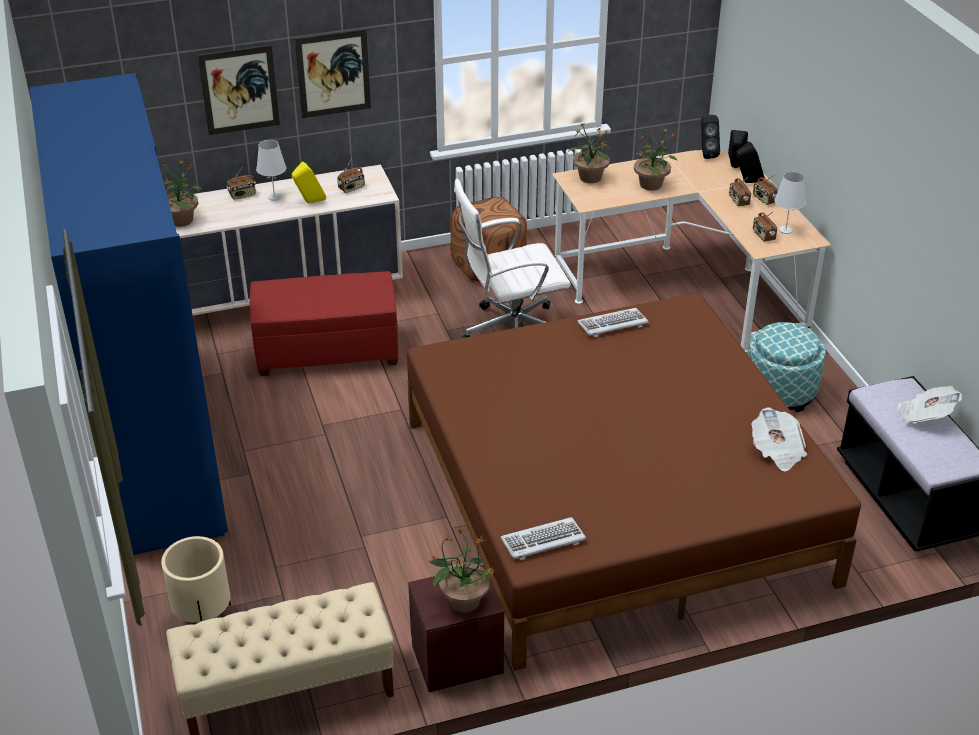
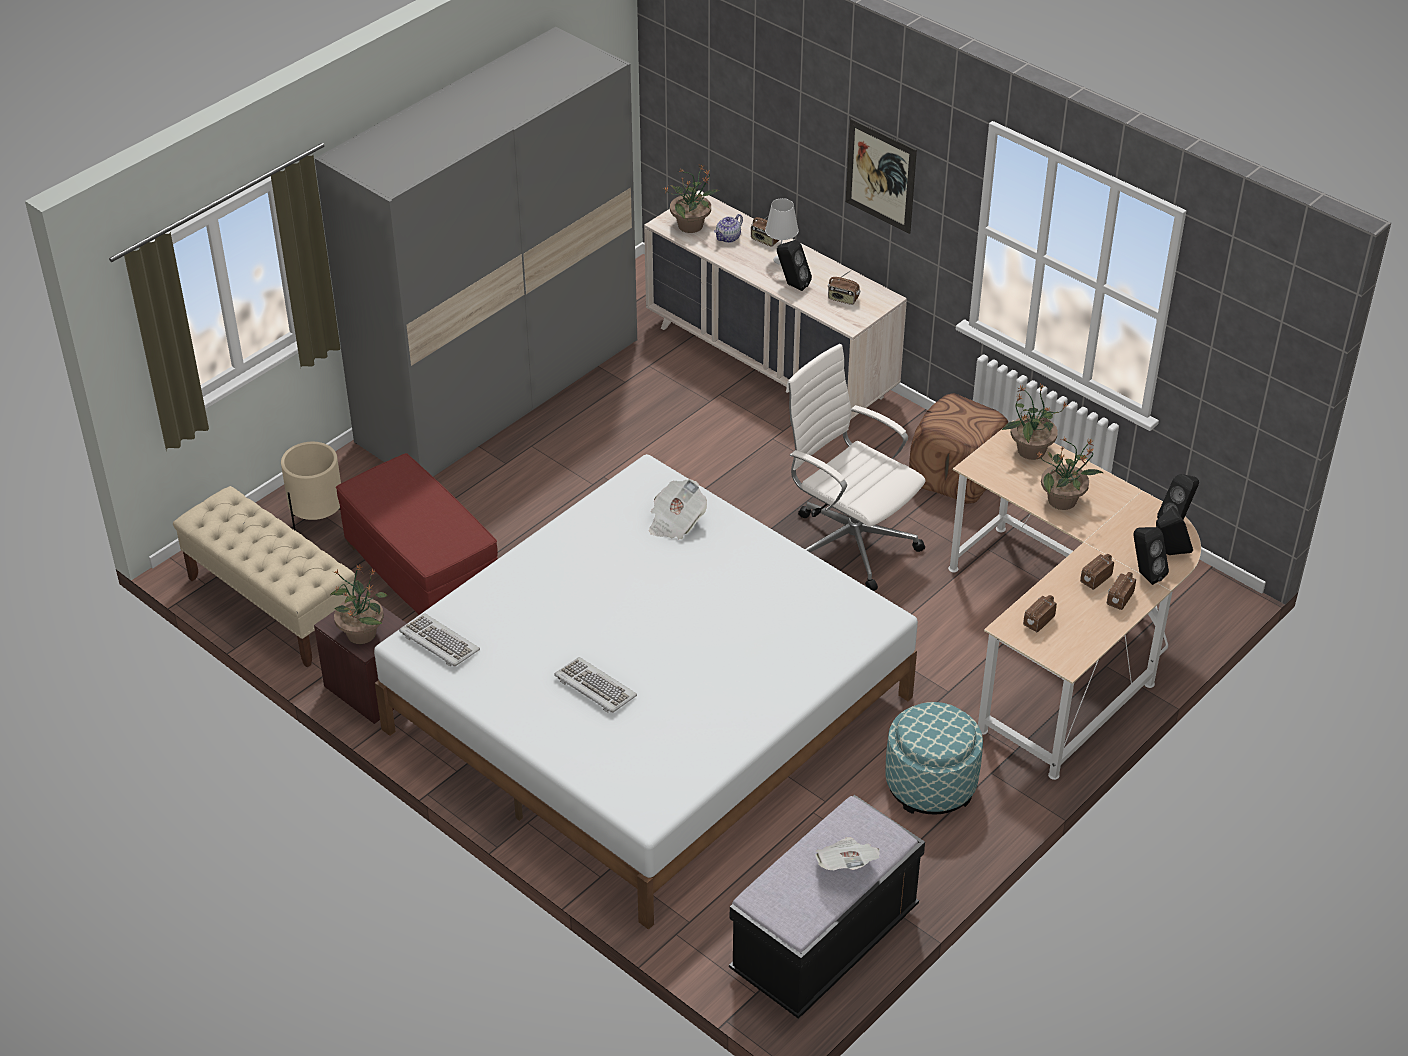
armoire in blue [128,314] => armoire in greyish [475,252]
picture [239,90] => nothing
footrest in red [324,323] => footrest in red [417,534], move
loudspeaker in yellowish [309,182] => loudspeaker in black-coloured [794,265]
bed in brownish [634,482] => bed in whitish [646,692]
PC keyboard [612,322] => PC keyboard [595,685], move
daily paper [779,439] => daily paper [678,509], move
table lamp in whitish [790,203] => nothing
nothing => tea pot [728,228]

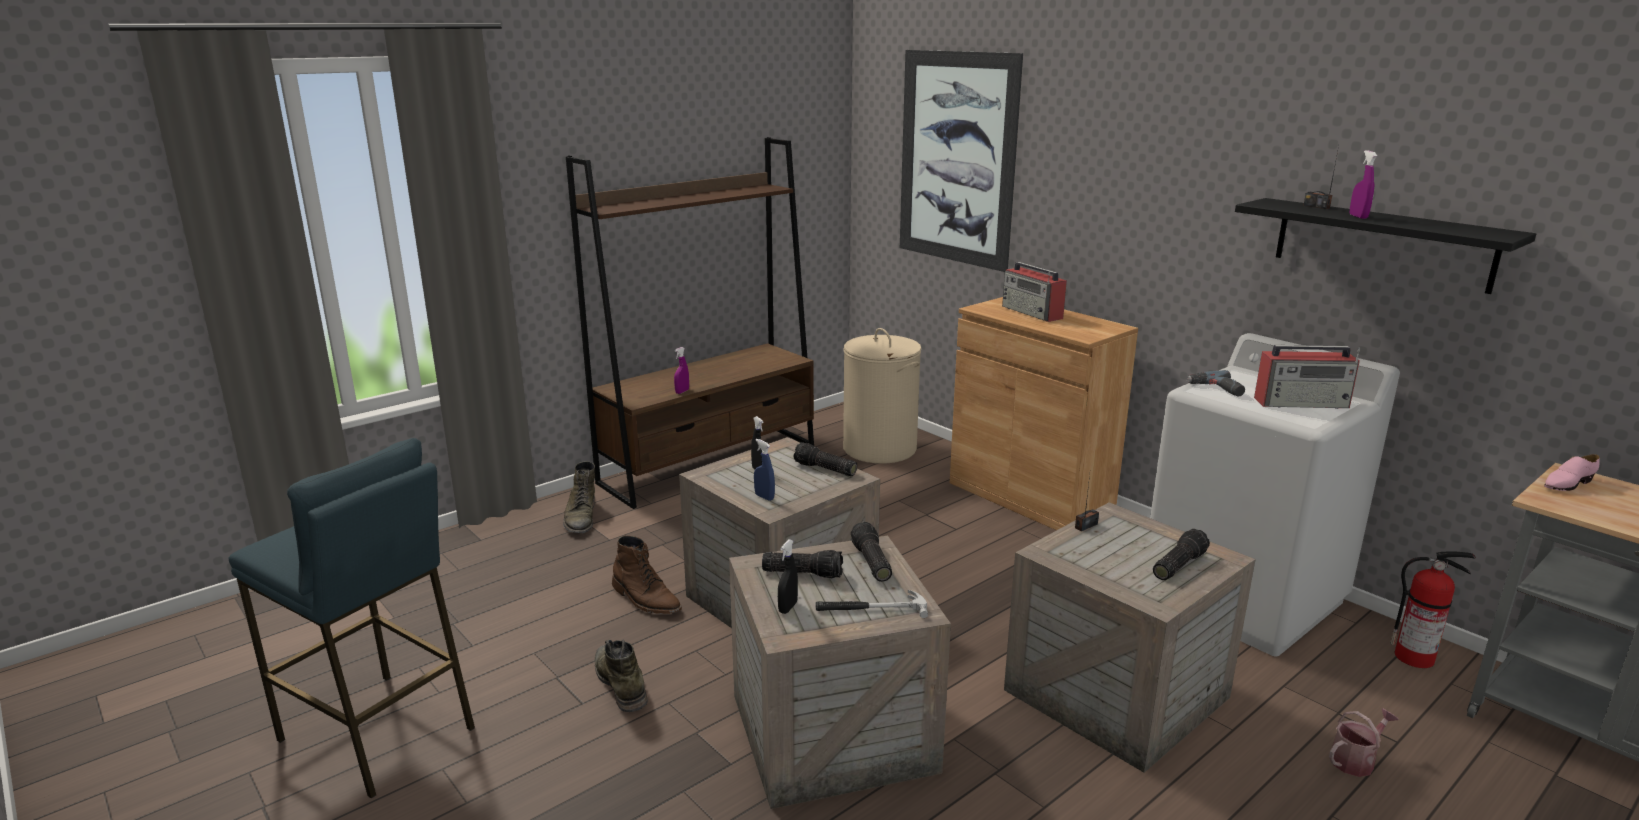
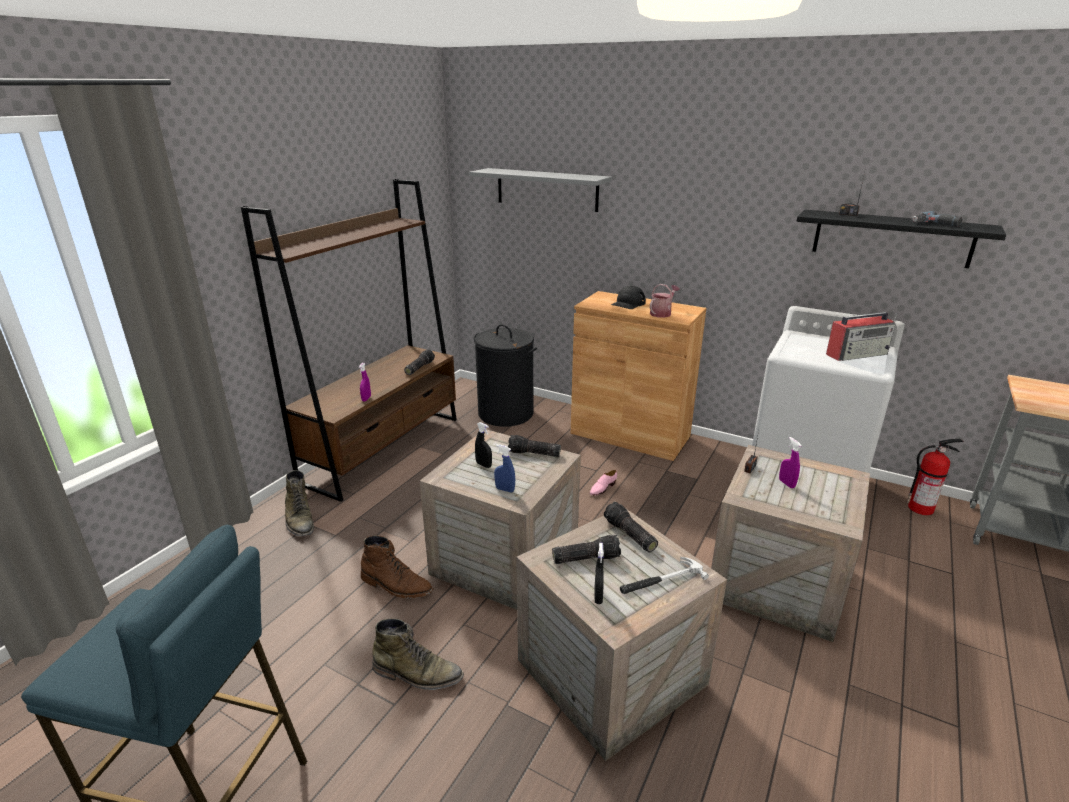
boot in greenish [621,675] => boot in greenish [418,654], 150 degrees clockwise
washing basket in beige-coloured [882,396] => washing basket in black-coloured [505,375]
picture [961,161] => shelf in greyish [540,190]
radio [1034,292] => baseball cap in black-coloured [628,297]
hand torch [1181,554] => hand torch [419,362], move
power drill [1216,383] => power drill [937,218], move
sprinkling can [1364,742] => sprinkling can [665,301], move
spray bottle in purple [1363,184] => spray bottle in purple [790,462], move
item of footwear in pink-coloured [1572,472] => item of footwear in pink-coloured [603,482], move

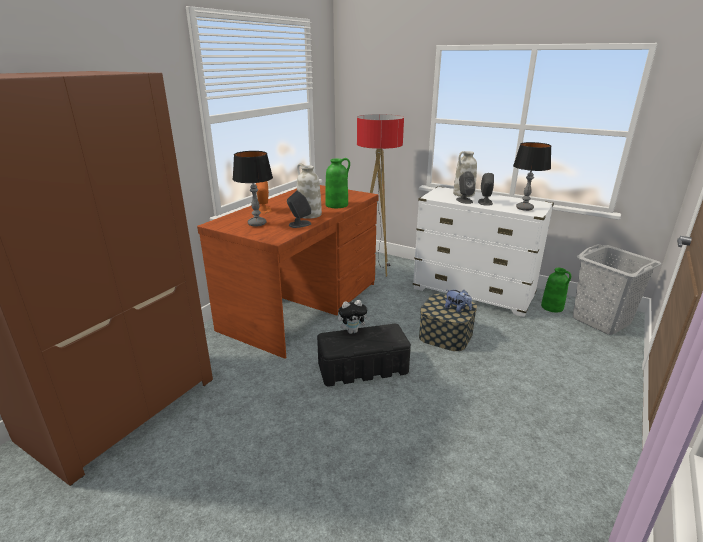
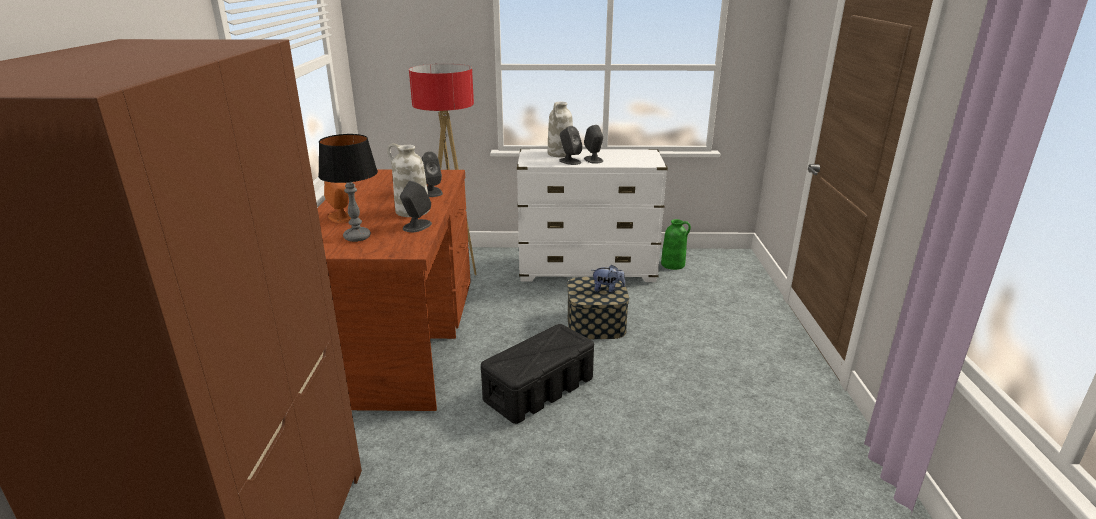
decorative vase in greenish [337,183] => loudspeaker in greyish [432,174]
cuddly toy [354,317] => nothing
table lamp [532,176] => nothing
washing basket in greyish [617,289] => nothing

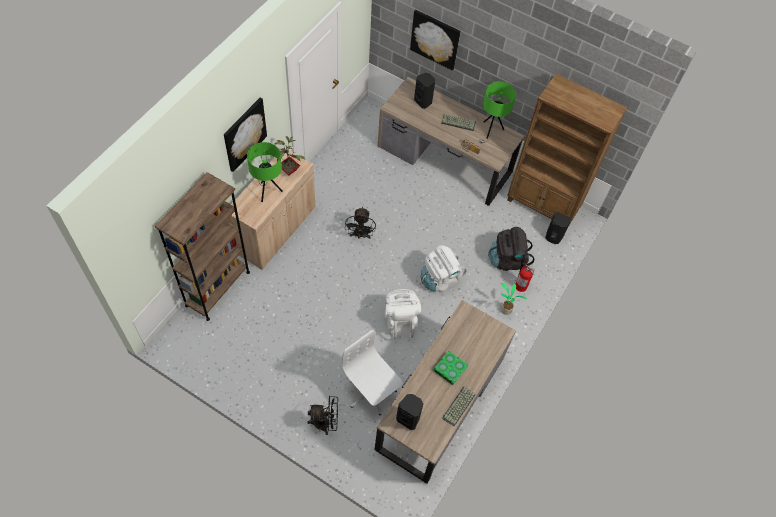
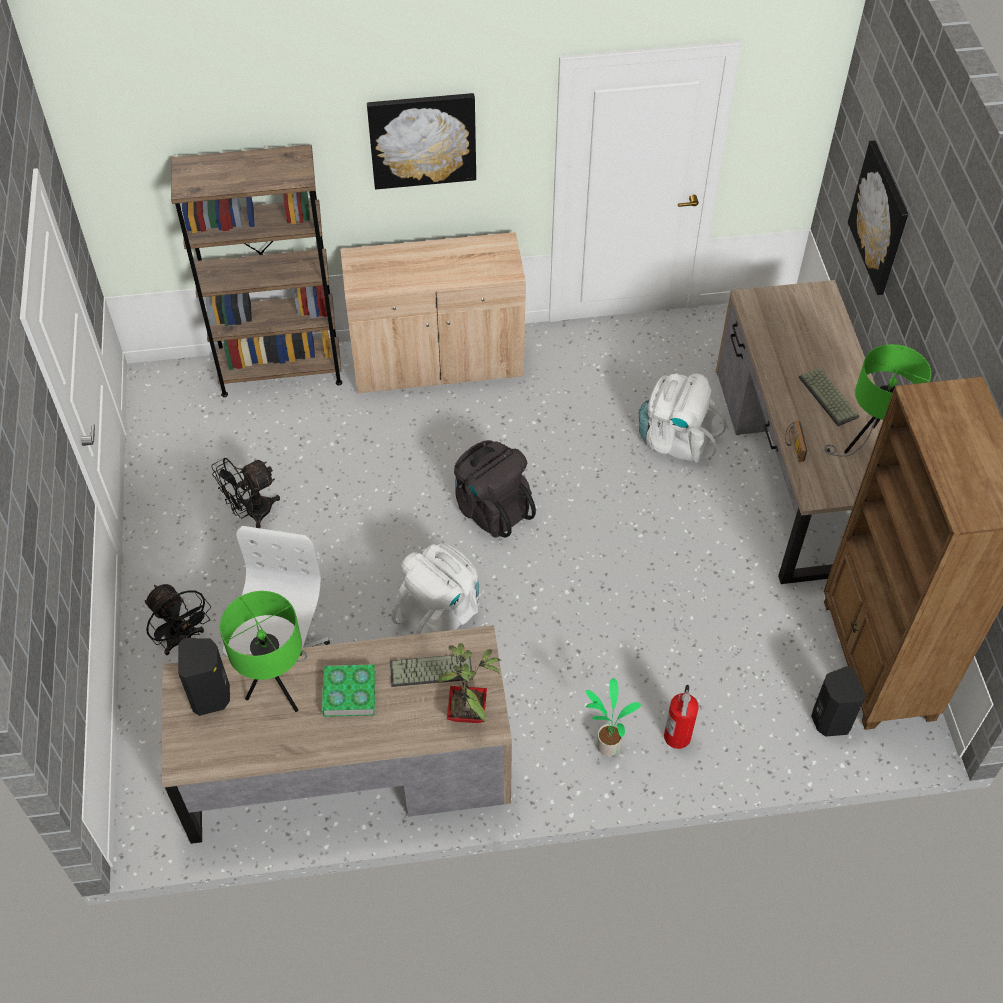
table lamp in greenish [265,172] => table lamp in greenish [263,651], move
houseplant [290,155] => houseplant [469,683], move
fan in black-coloured [360,223] => fan in black-coloured [245,493], move
loudspeaker in black-coloured [424,91] => nothing
rucksack in whitish [444,268] => rucksack in whitish [682,418], move
PC keyboard [459,406] => PC keyboard [431,671], move
rucksack in black-coloured [511,249] => rucksack in black-coloured [495,489], move

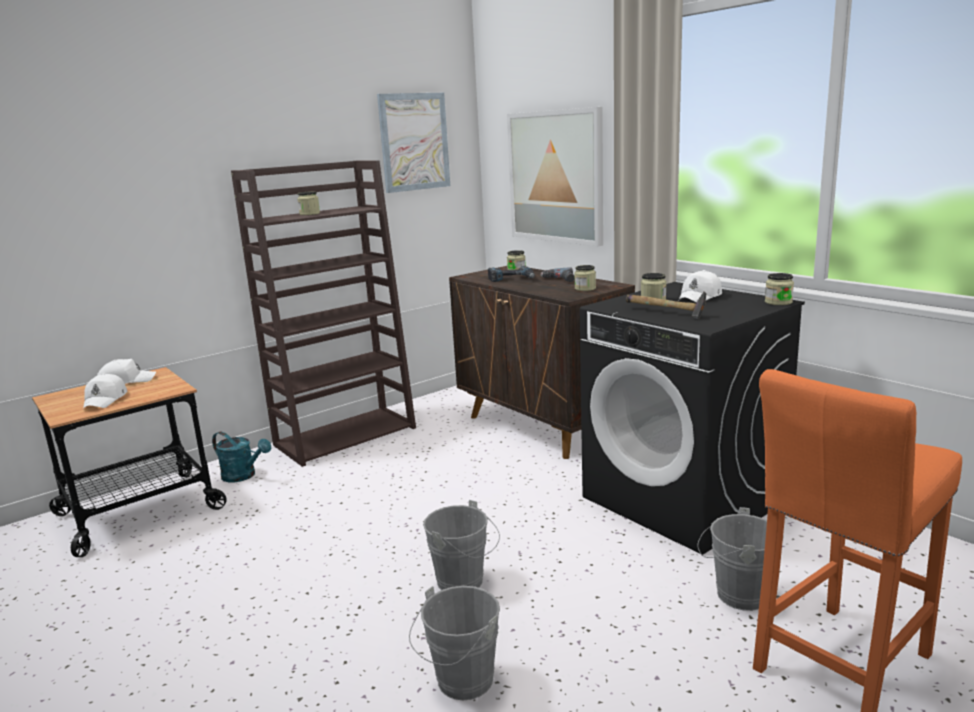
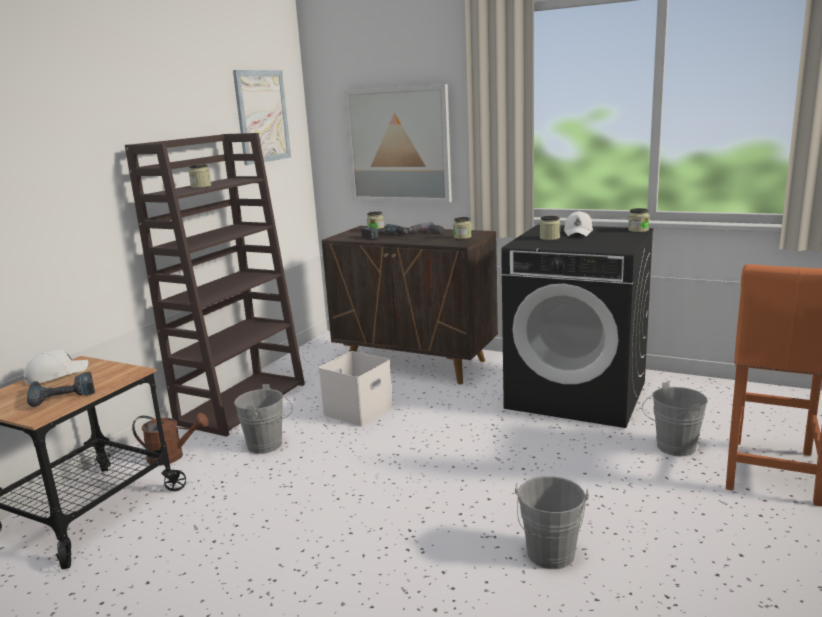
baseball cap in whitish [105,391] => power drill [61,389]
sprinkling can in blue-green [241,457] => sprinkling can in brownish [170,439]
bucket in greyish [461,545] => bucket in greyish [263,419], move
hand hammer [666,305] => nothing
nothing => storage bin in whitish [356,389]

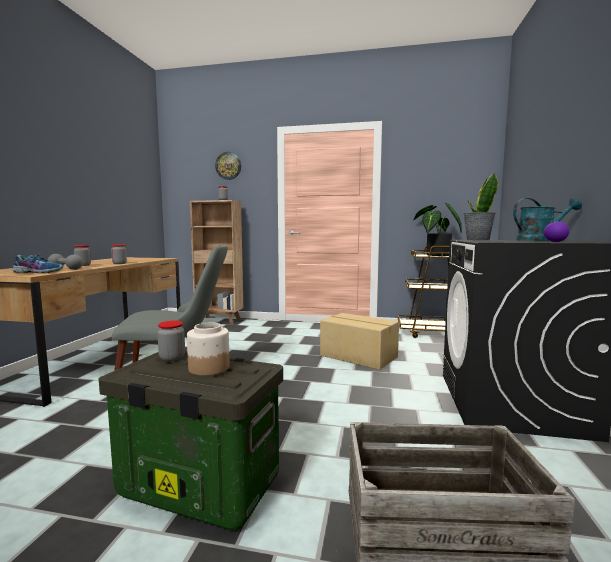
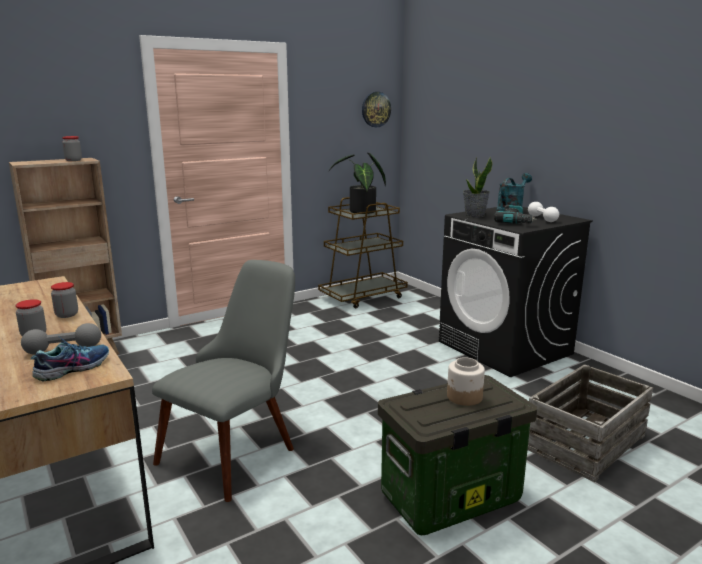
storage jar [171,341] => nothing
clock on the wall [228,166] => clock on the wall [376,109], move
packing box [359,341] => nothing
free weight in purple [556,232] => free weight in whitish [543,212]
nothing => power drill [515,214]

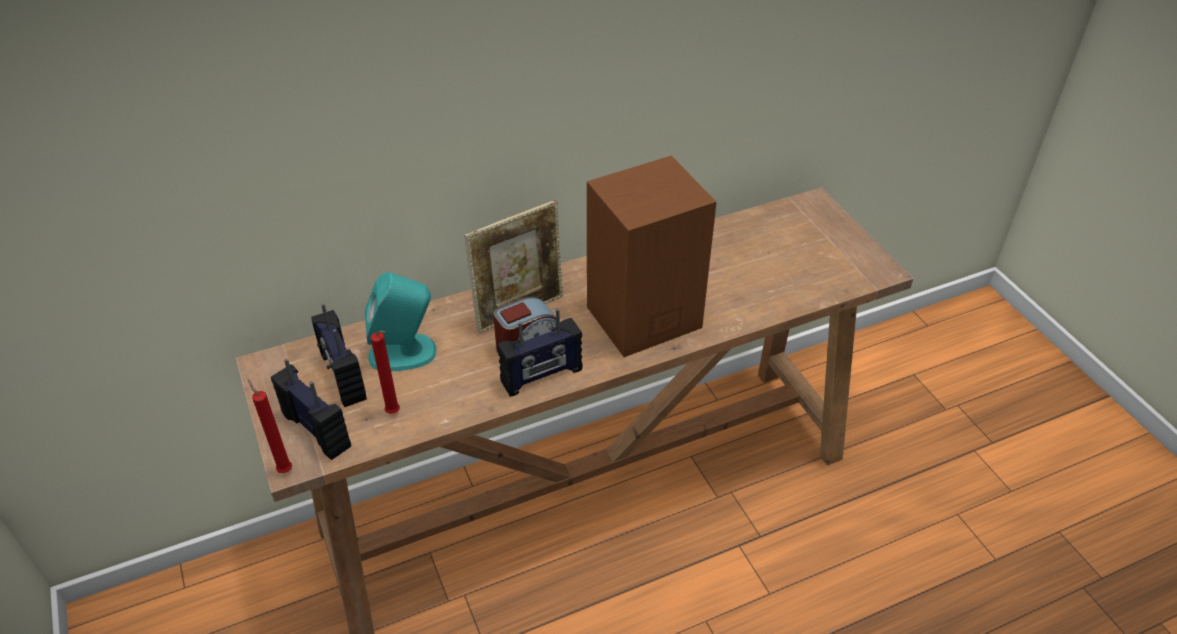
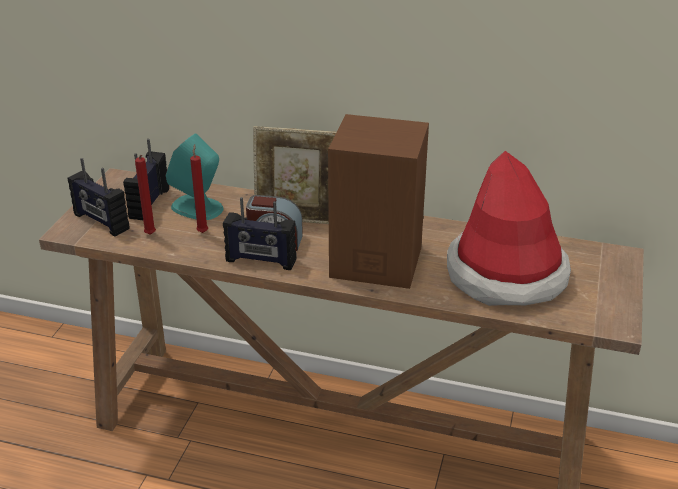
candle in red [270,426] => candle in red [199,188], move
radio [311,409] => radio [99,197], 135 degrees clockwise
nothing => clothing hat [509,228]

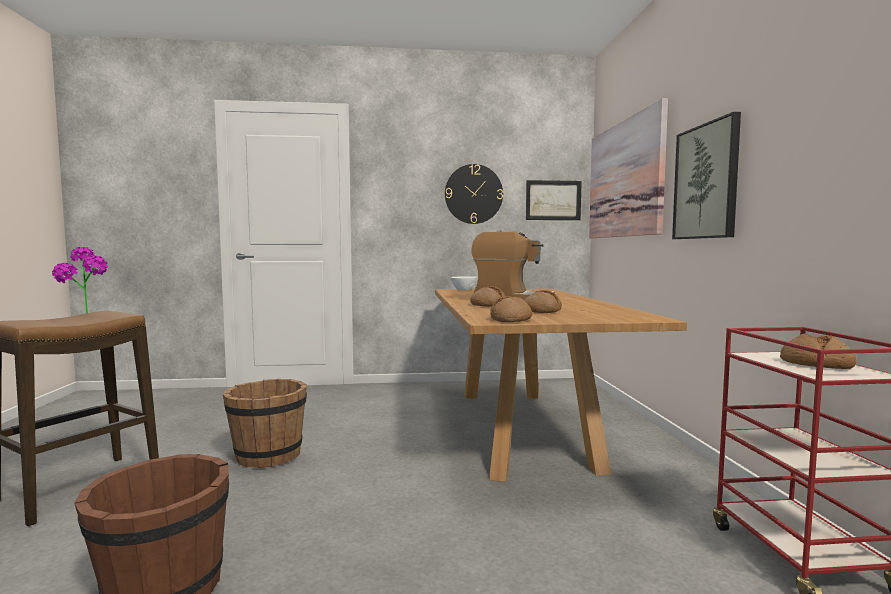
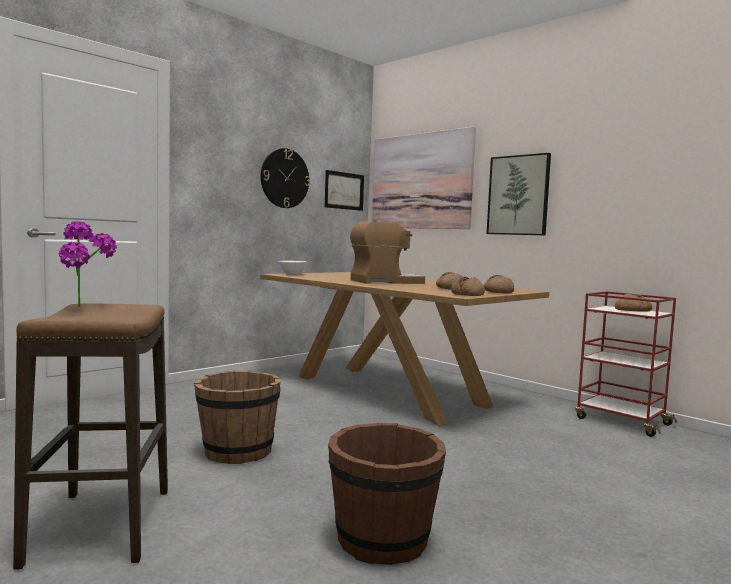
baked bread [487,296] => baked bread [499,284], move

